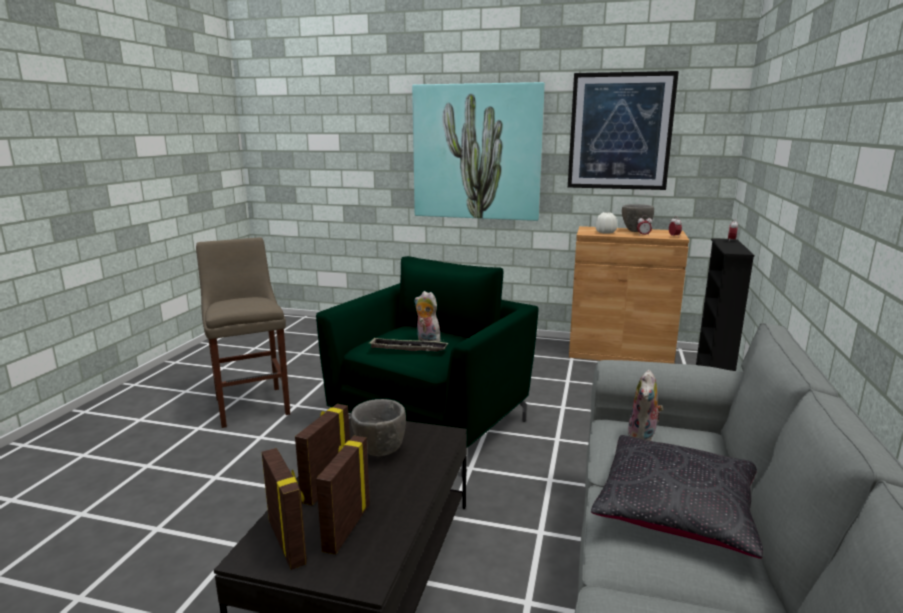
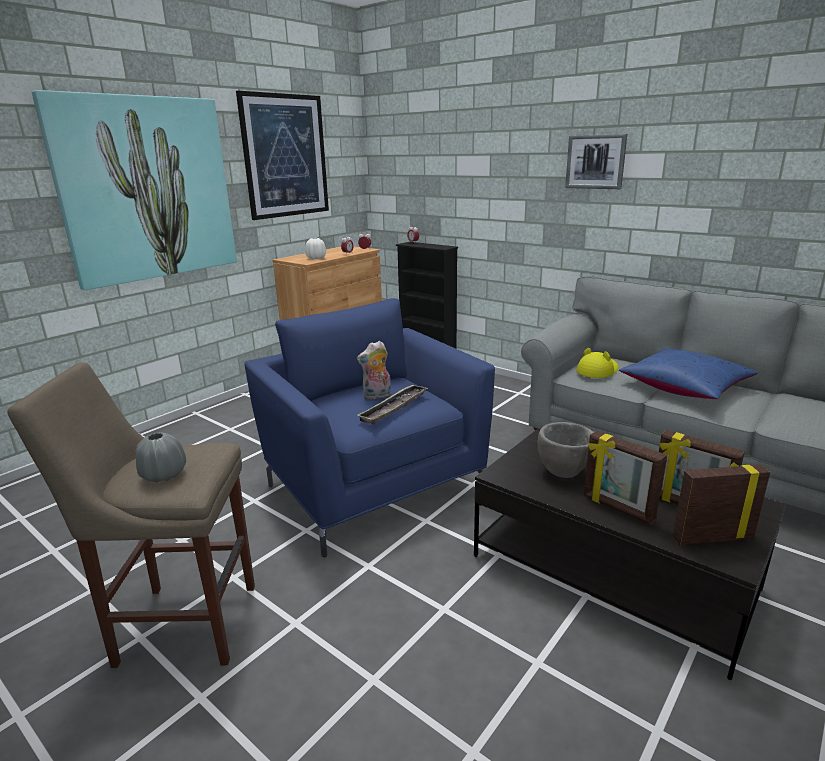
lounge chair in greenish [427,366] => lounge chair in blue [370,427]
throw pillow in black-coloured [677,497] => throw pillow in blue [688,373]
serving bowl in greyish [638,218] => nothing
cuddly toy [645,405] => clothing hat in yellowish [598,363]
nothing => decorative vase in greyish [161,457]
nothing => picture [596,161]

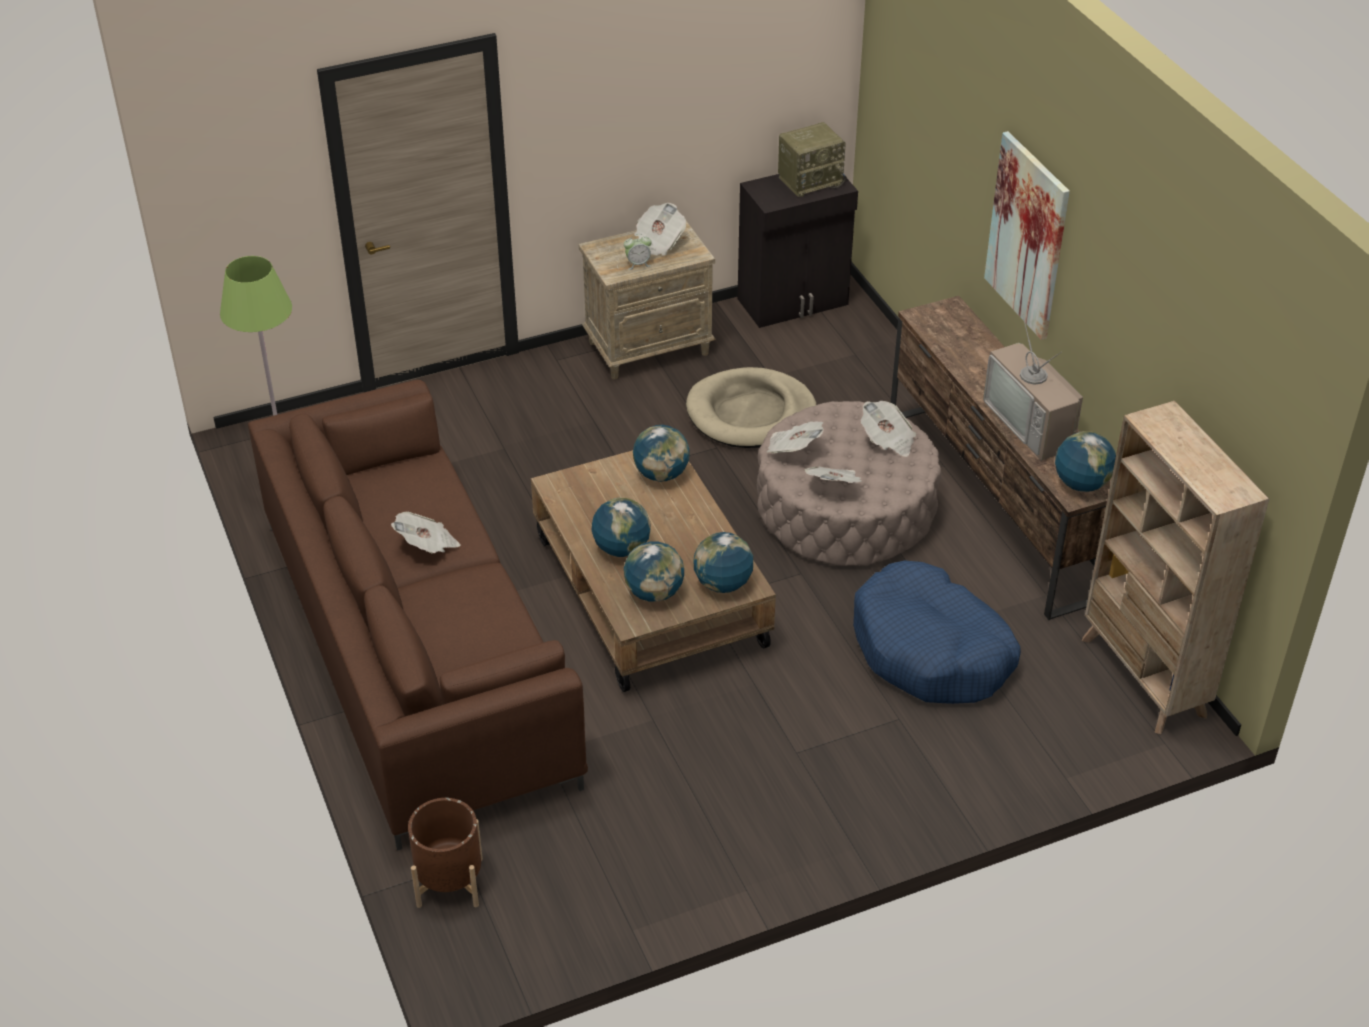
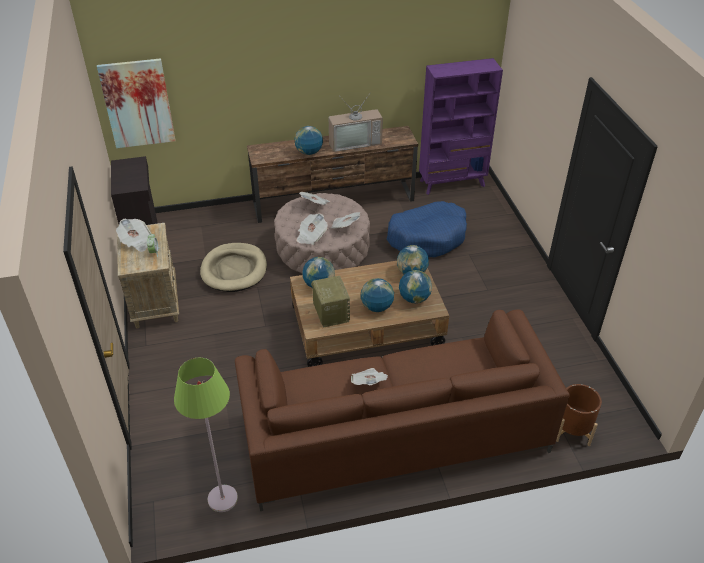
radio [812,159] => radio [331,302], move
picture [1027,235] => picture [136,103], move
desk globe [1085,461] => desk globe [308,140], move
bookshelf in beige-coloured [1175,567] => bookshelf in purple [461,126]

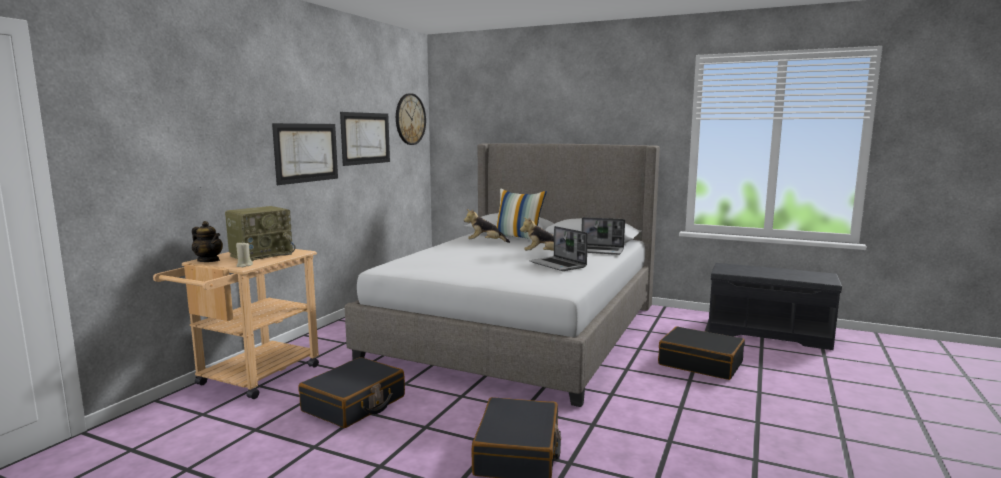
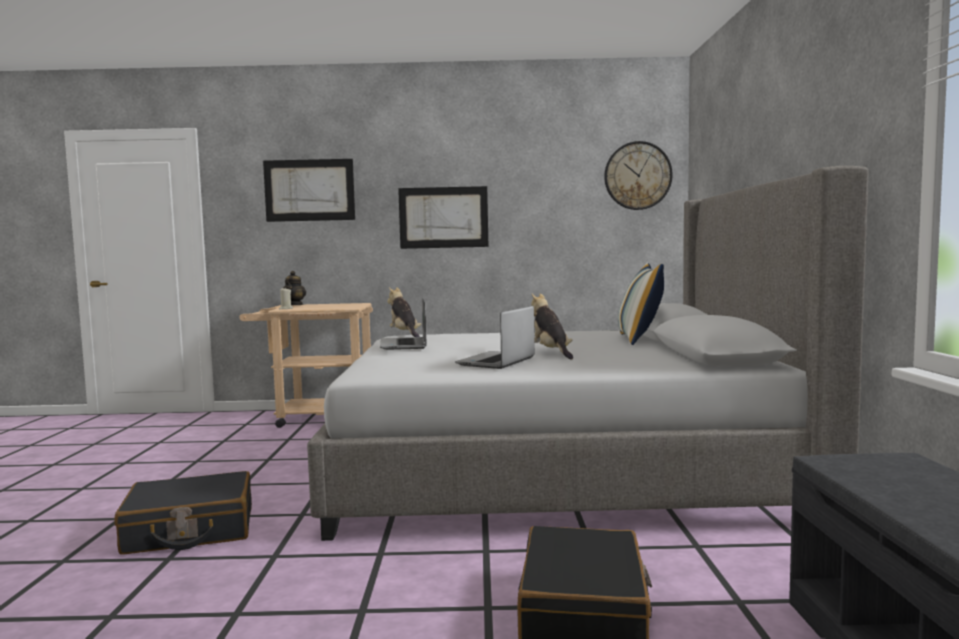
radio [260,233] => nothing
suitcase in black-coloured [352,392] => nothing
picture [365,139] => picture [309,190], move
cuddly toy [487,226] => cuddly toy [404,312], move
notebook computer [603,236] => notebook computer [403,324], move

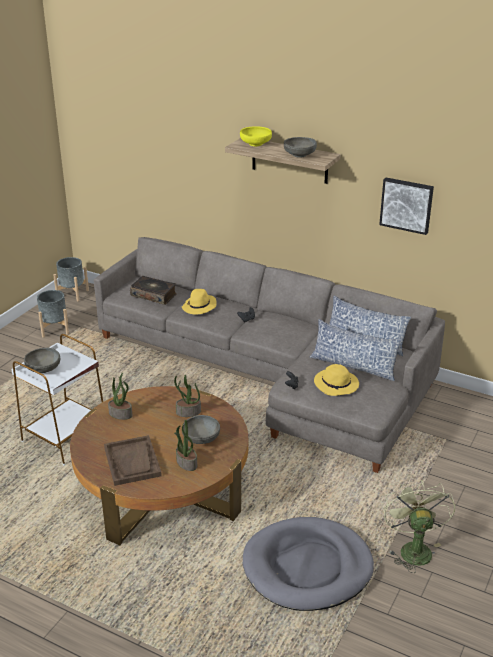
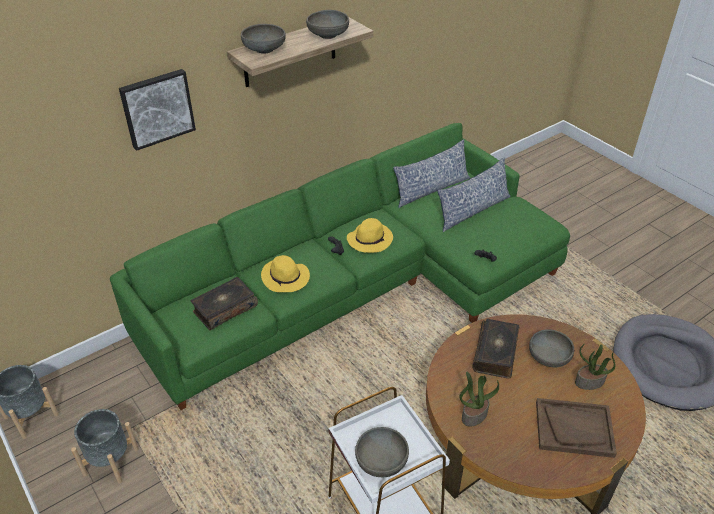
sofa in greyish [269,355] => sofa in greenish [340,266]
houseplant [187,396] => volume [495,349]
serving bowl in yellowish [256,136] => serving bowl in greyish [263,39]
clothing hat in yellowish [336,380] => clothing hat in yellowish [370,235], move
picture [406,206] => picture [157,110], move
fan in greenish [419,526] => nothing

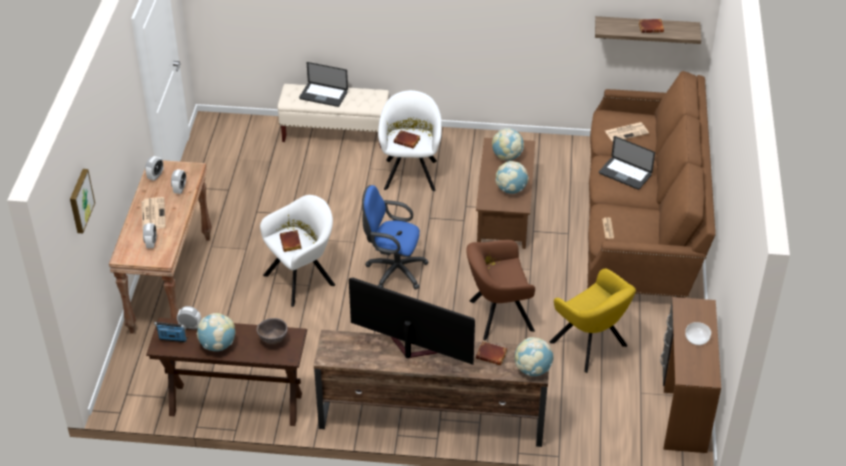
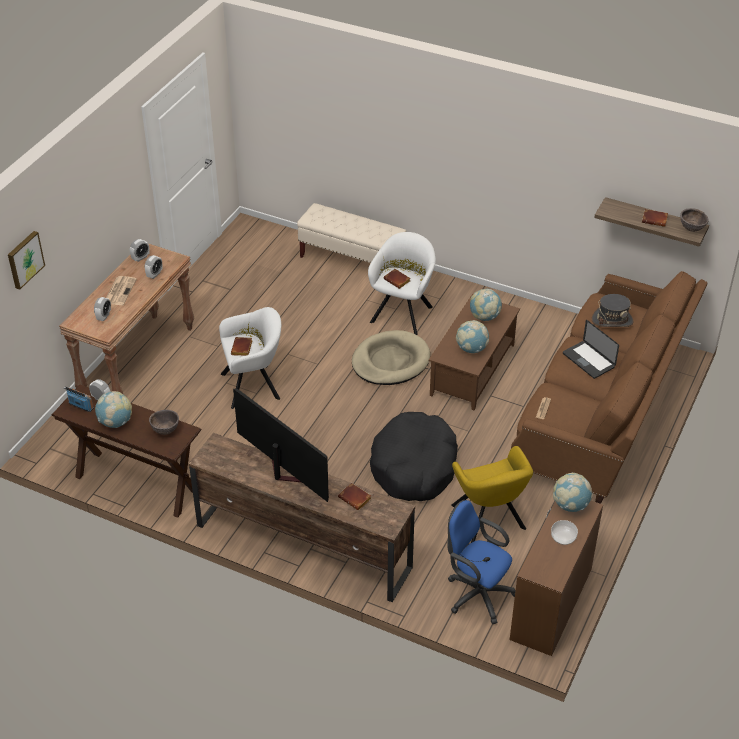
notebook computer [323,84] => nothing
office chair in blue [395,237] => office chair in blue [481,562], move
lounge chair in brownish [500,290] => pet bed in black-coloured [414,456]
desk globe [534,356] => desk globe [573,492], move
daily paper [627,132] => clothing hat in greyish [612,310]
nothing => pet bed in beige-coloured [391,357]
nothing => serving bowl in brownish [694,220]

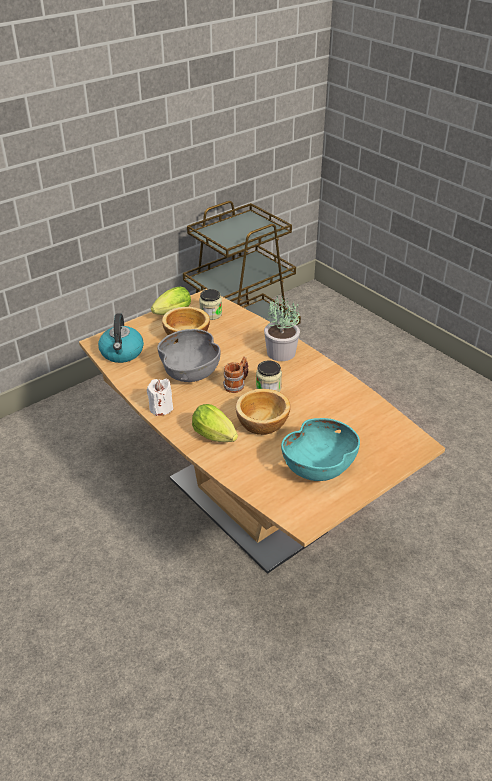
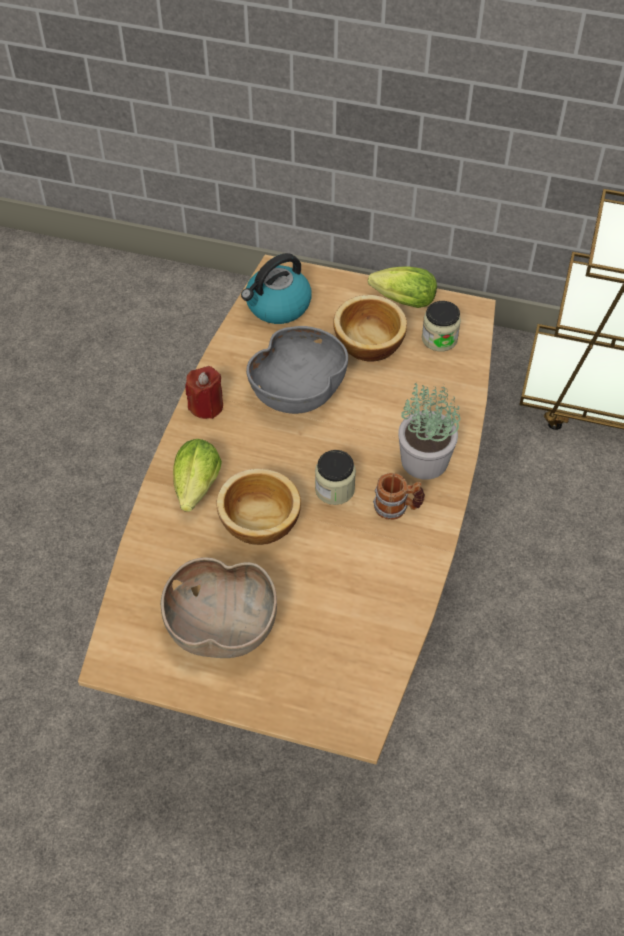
candle in whitish [160,397] => candle in red [204,392]
mug [235,375] => mug [399,496], move
serving bowl in blue-green [320,449] => serving bowl in brownish [219,607]

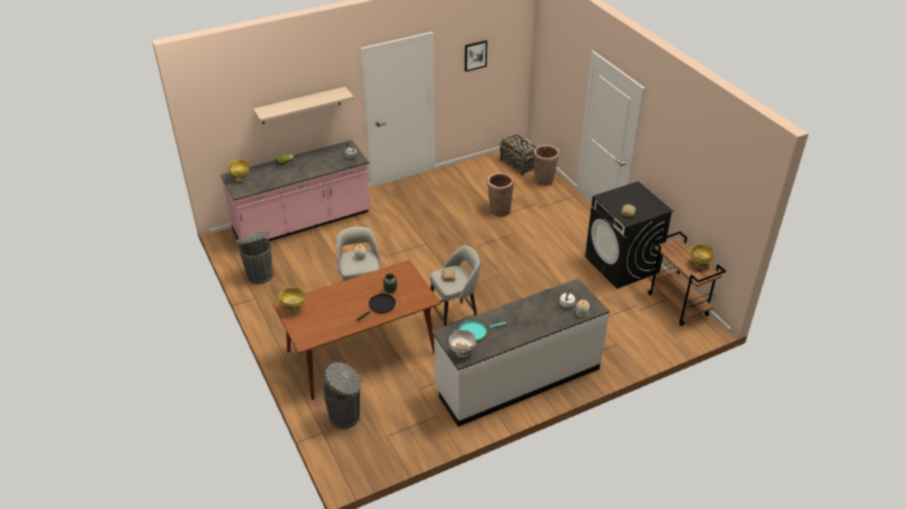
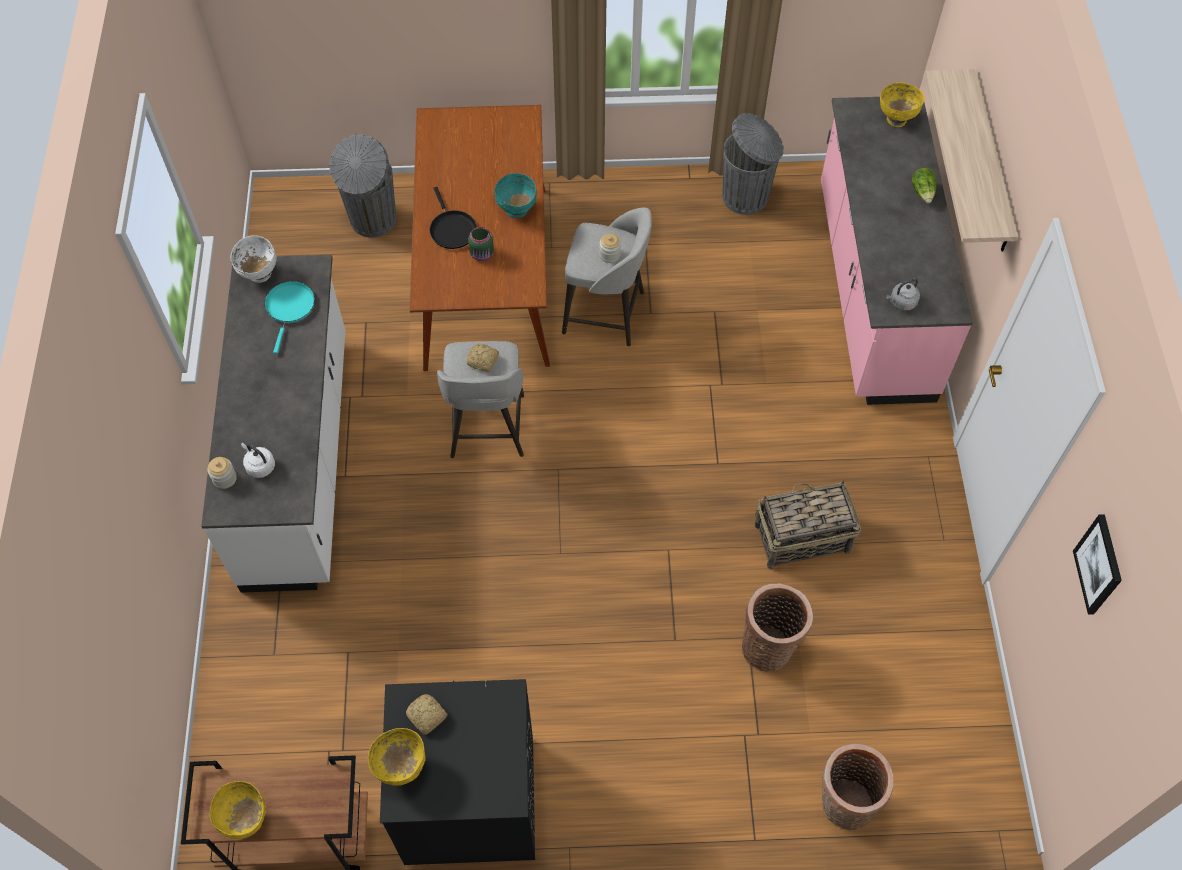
serving bowl in yellowish [292,300] => serving bowl in yellowish [397,757], move
basket [518,155] => basket [808,525], move
nothing => serving bowl in blue-green [516,195]

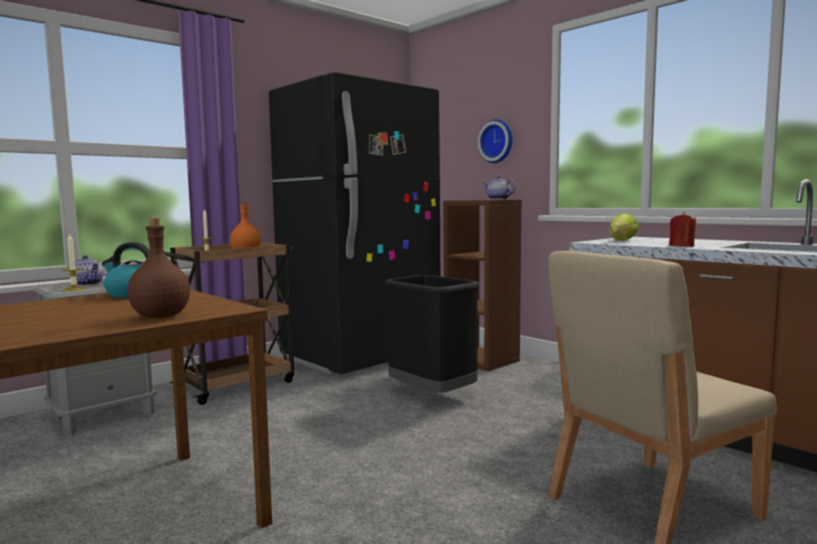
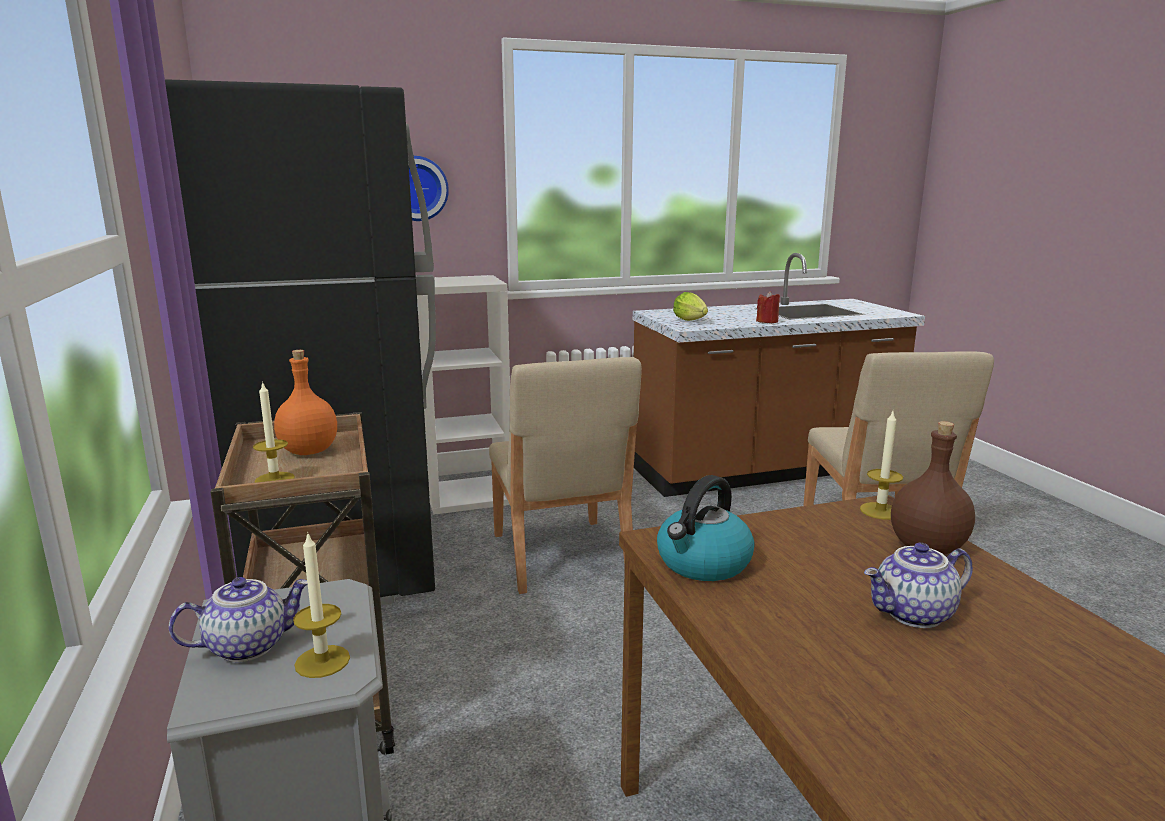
waste bin in black-coloured [432,334] => plain chair in beige-coloured [565,475]
bookshelf in brownish [482,285] => bookshelf in whitish [463,395]
tea pot [499,188] => tea pot [918,585], move
nothing => candle [881,466]

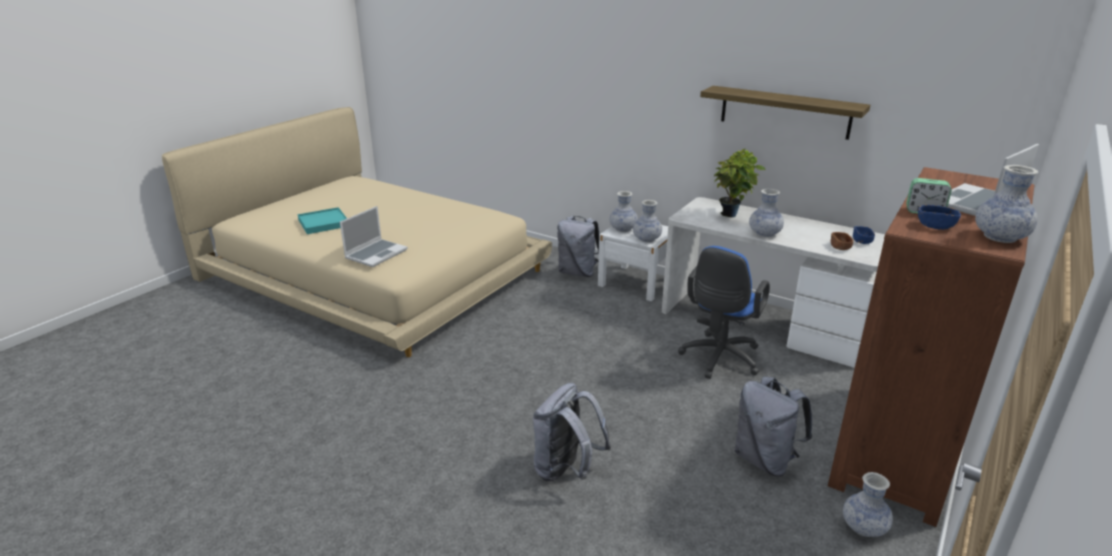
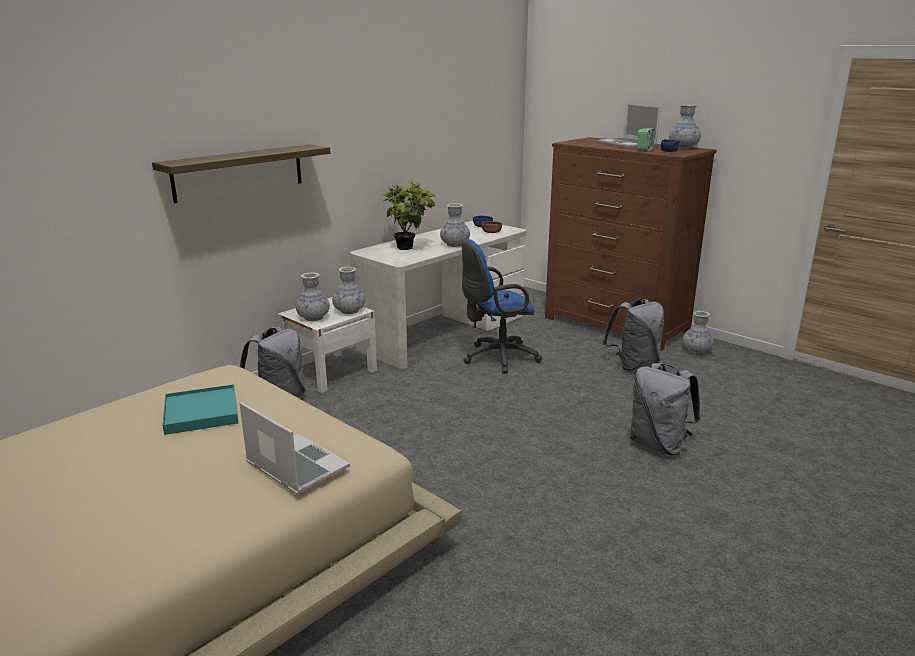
carrying tray in blue-green [322,220] => carrying tray in blue-green [200,409], move
office chair in blue [724,312] => office chair in blue [502,306], 120 degrees clockwise
shelf [785,113] => shelf [241,173], move

